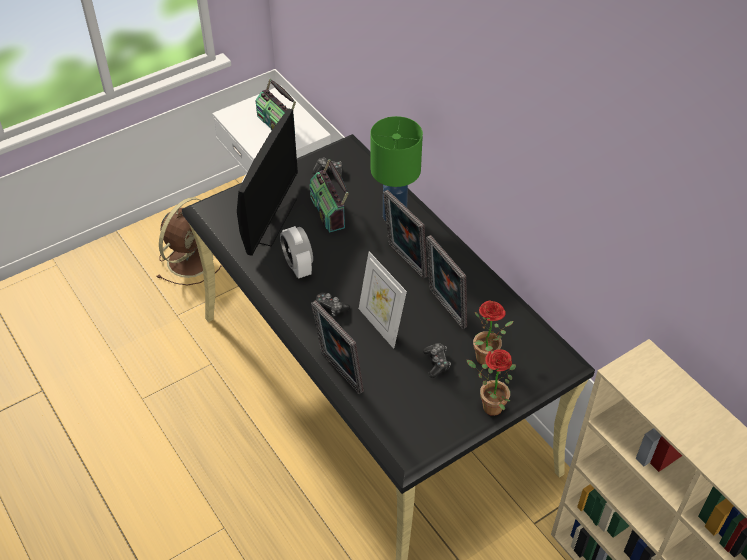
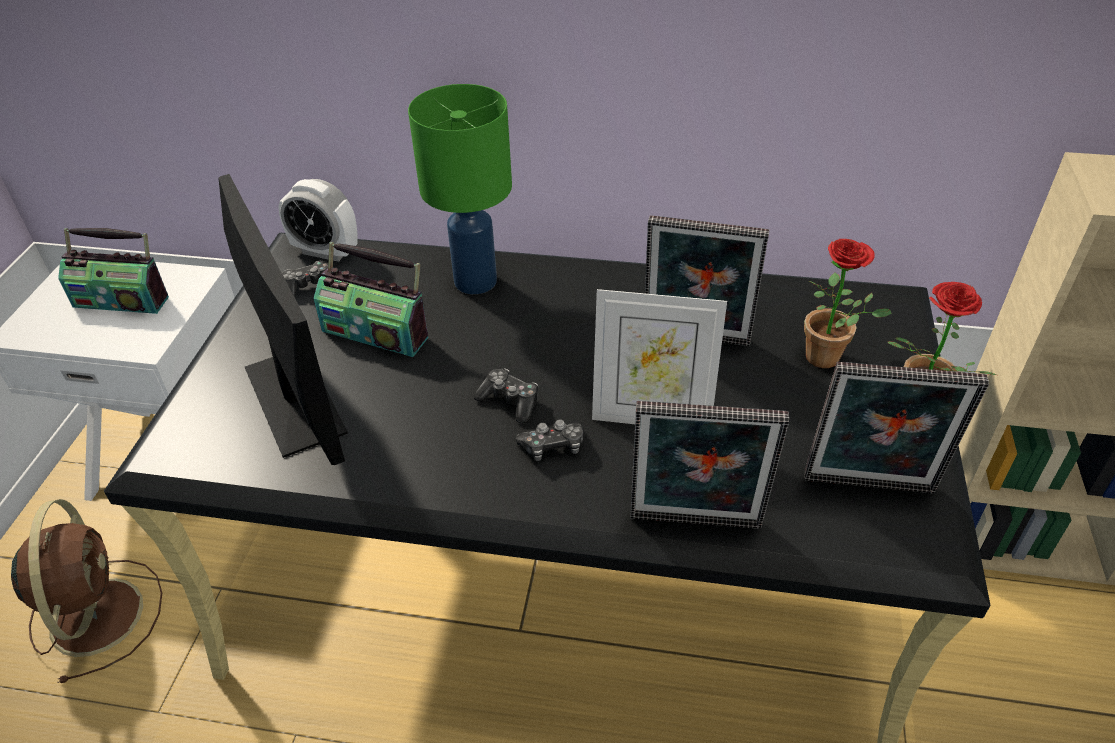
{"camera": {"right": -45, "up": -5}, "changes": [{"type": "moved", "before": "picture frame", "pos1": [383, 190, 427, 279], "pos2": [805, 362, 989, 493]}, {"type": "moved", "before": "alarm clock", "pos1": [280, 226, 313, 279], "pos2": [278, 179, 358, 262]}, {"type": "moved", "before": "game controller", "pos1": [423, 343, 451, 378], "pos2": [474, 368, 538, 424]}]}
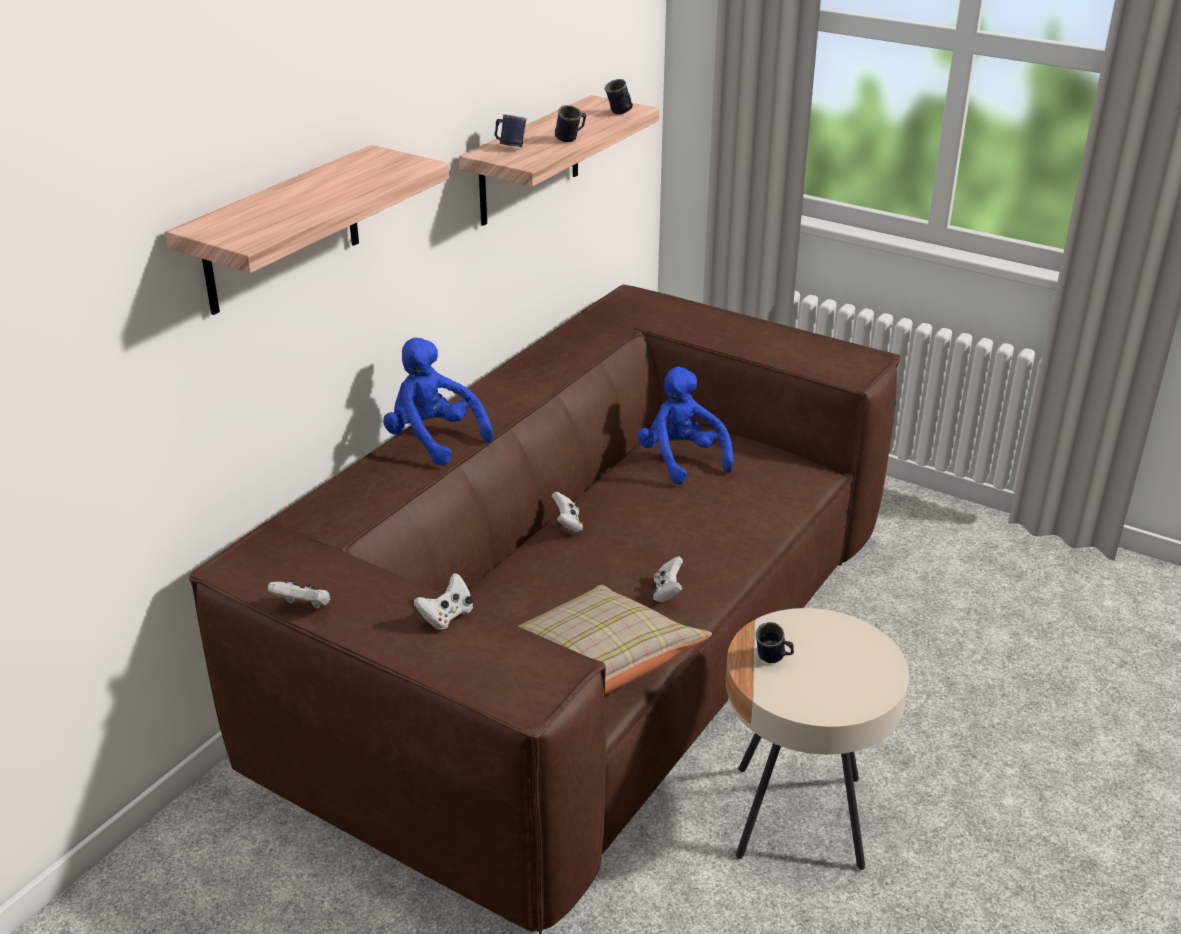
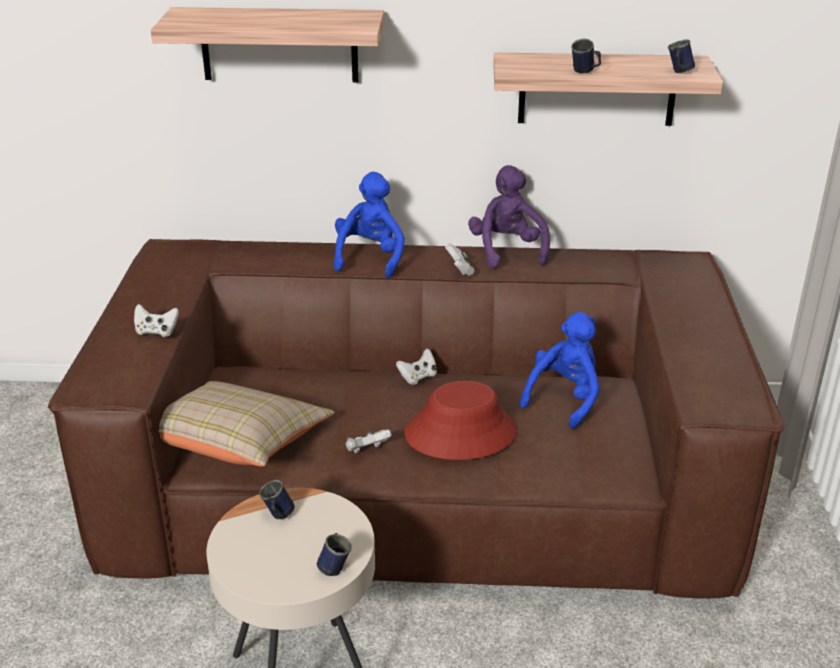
{"camera": {"right": 60, "up": 0}, "changes": [{"type": "moved", "before": "mug (blue)", "pos1": [495, 114, 527, 147], "pos2": [317, 533, 352, 576]}, {"type": "moved", "before": "game controller (white)", "pos1": [268, 579, 330, 609], "pos2": [445, 243, 475, 276]}, {"type": "added", "after": "plush toy (purple)", "pos2": [468, 165, 550, 268]}, {"type": "added", "after": "hat (red)", "pos2": [404, 381, 517, 460]}]}
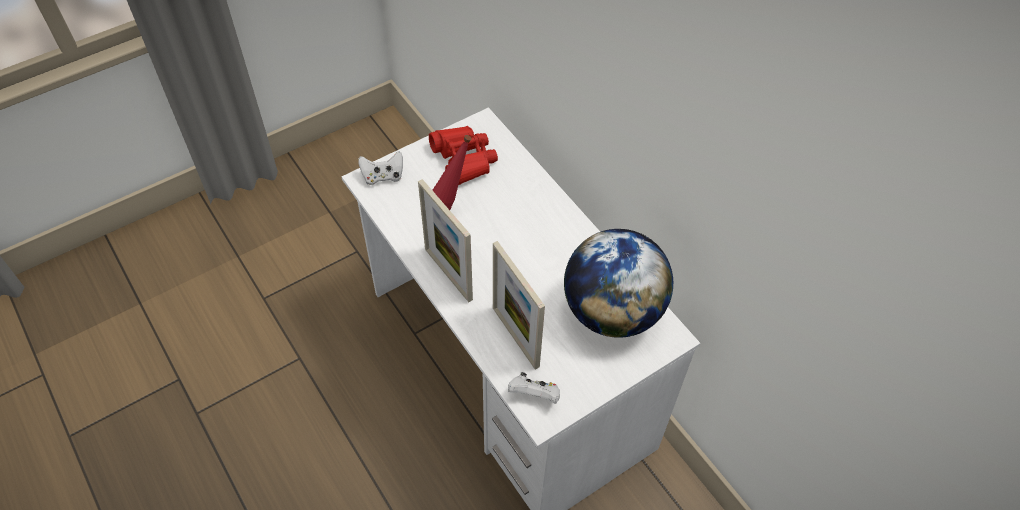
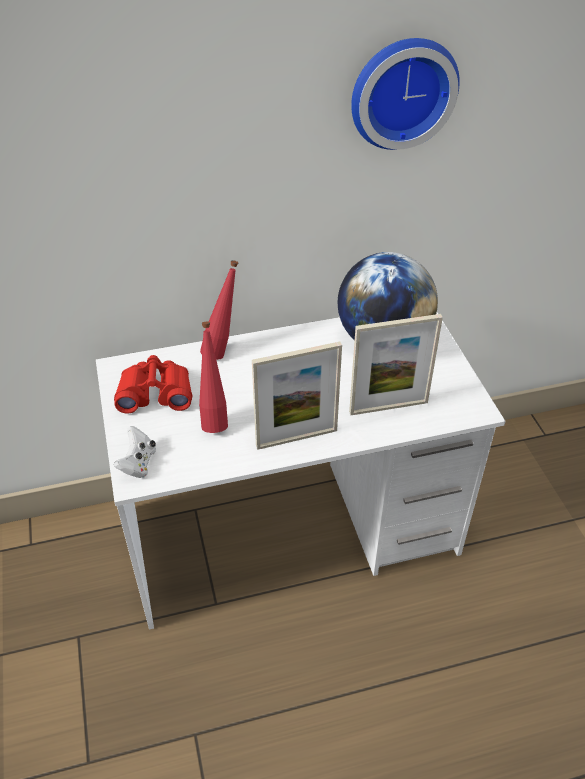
{"camera": {"right": -70, "up": -10}, "changes": [{"type": "removed", "before": "game controller (white)", "pos1": [508, 372, 560, 404]}, {"type": "added", "after": "wall clock", "pos2": [351, 38, 460, 150]}, {"type": "added", "after": "bottle (red)", "pos2": [200, 260, 238, 360]}]}
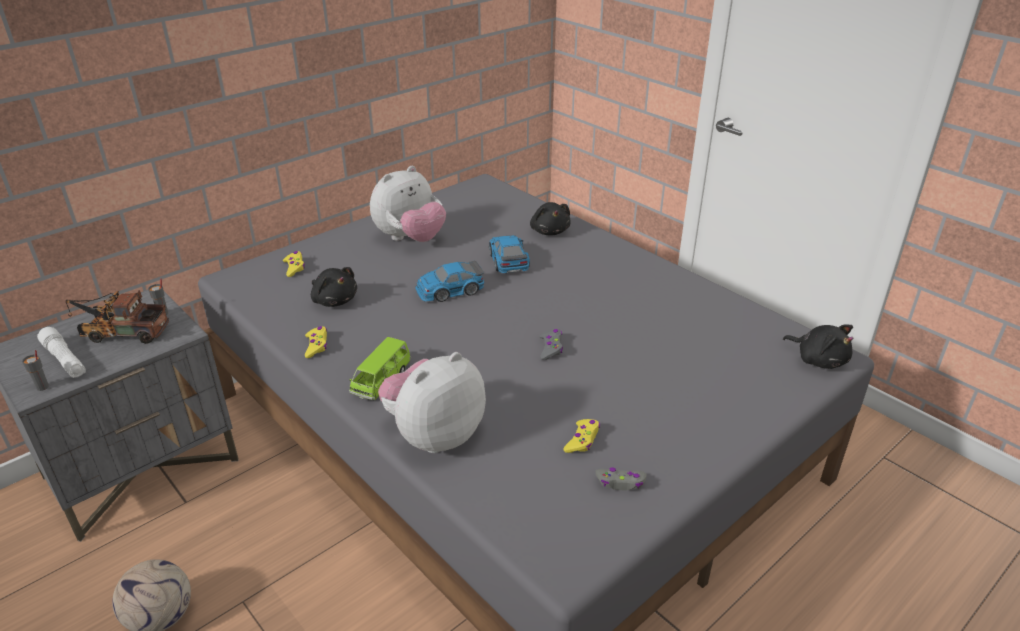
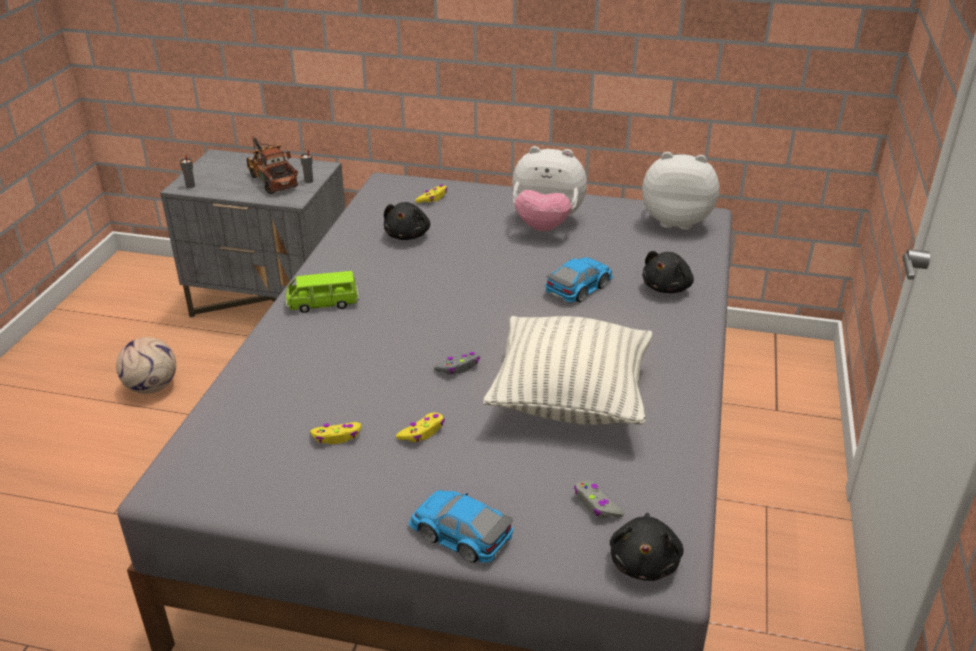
{"camera": {"right": 55, "up": 0}, "changes": [{"type": "moved", "before": "toy car", "pos1": [415, 261, 484, 302], "pos2": [409, 490, 513, 563]}, {"type": "moved", "before": "game controller (yellow)", "pos1": [305, 326, 327, 358], "pos2": [396, 412, 445, 442]}, {"type": "removed", "before": "flashlight (white)", "pos1": [37, 327, 86, 378]}, {"type": "moved", "before": "plush toy", "pos1": [378, 352, 486, 453], "pos2": [642, 152, 719, 230]}, {"type": "moved", "before": "game controller (grey)", "pos1": [595, 467, 647, 490], "pos2": [574, 480, 624, 518]}, {"type": "added", "after": "pillow", "pos2": [483, 316, 652, 425]}]}
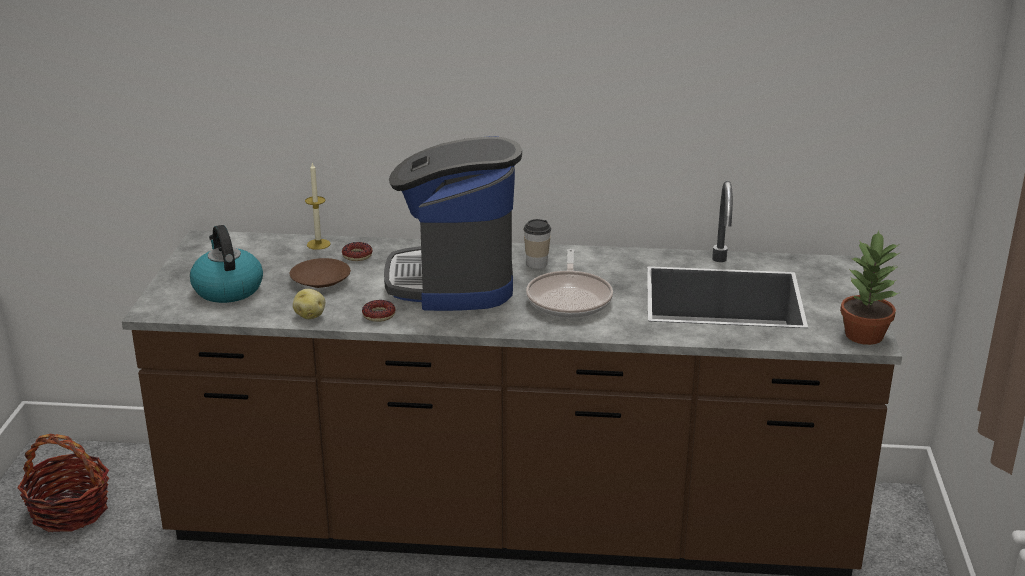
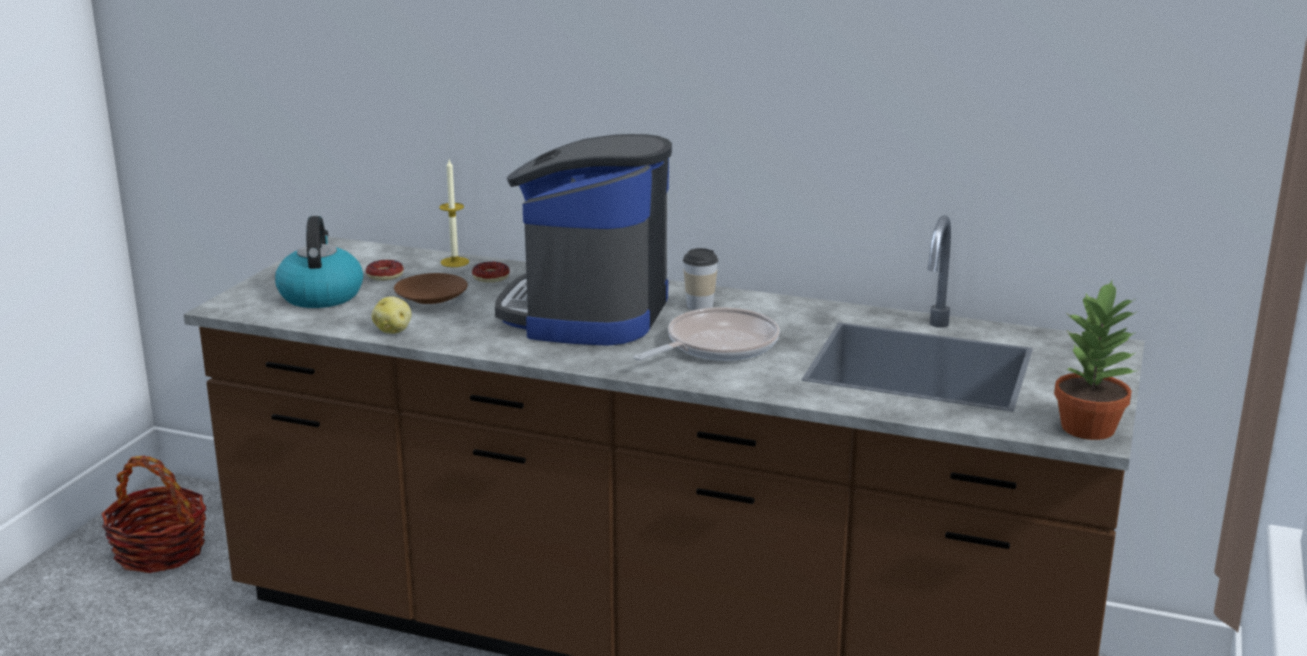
{"camera": {"right": 15, "up": -5}, "changes": [{"type": "turned", "before": "frying pan", "pos1": [526, 249, 613, 318], "pos2": [634, 307, 780, 361], "turn": -150}, {"type": "moved", "before": "donut", "pos1": [362, 300, 396, 322], "pos2": [366, 260, 404, 281]}]}
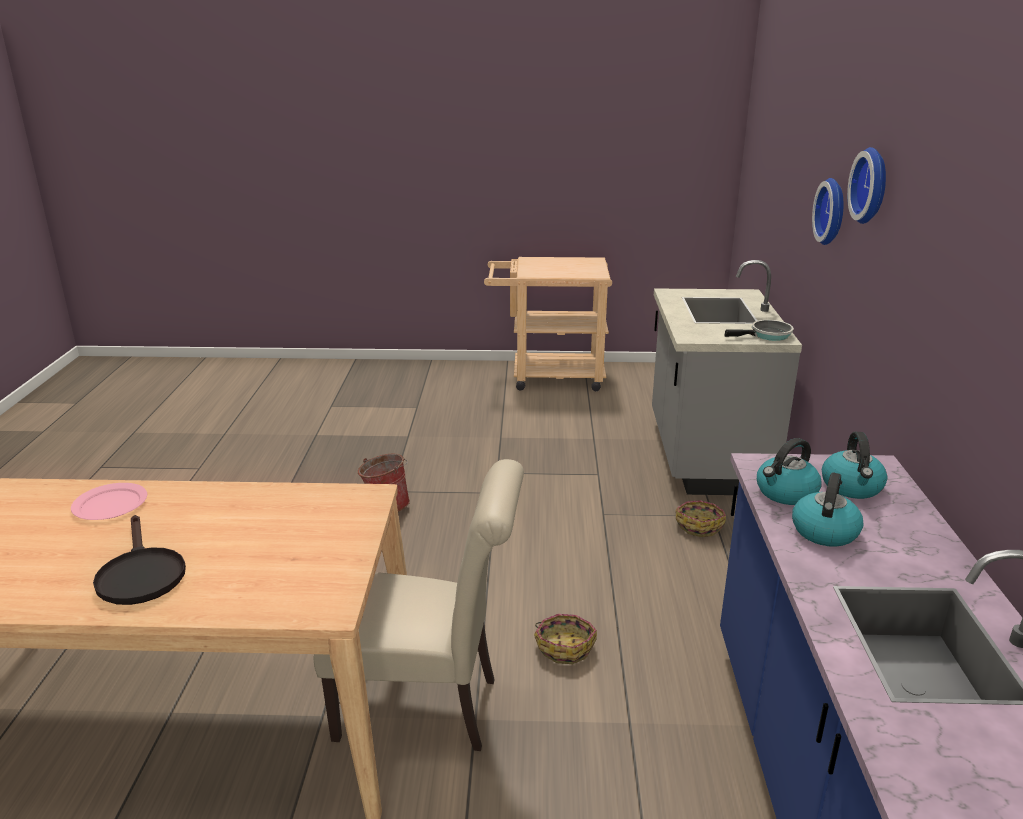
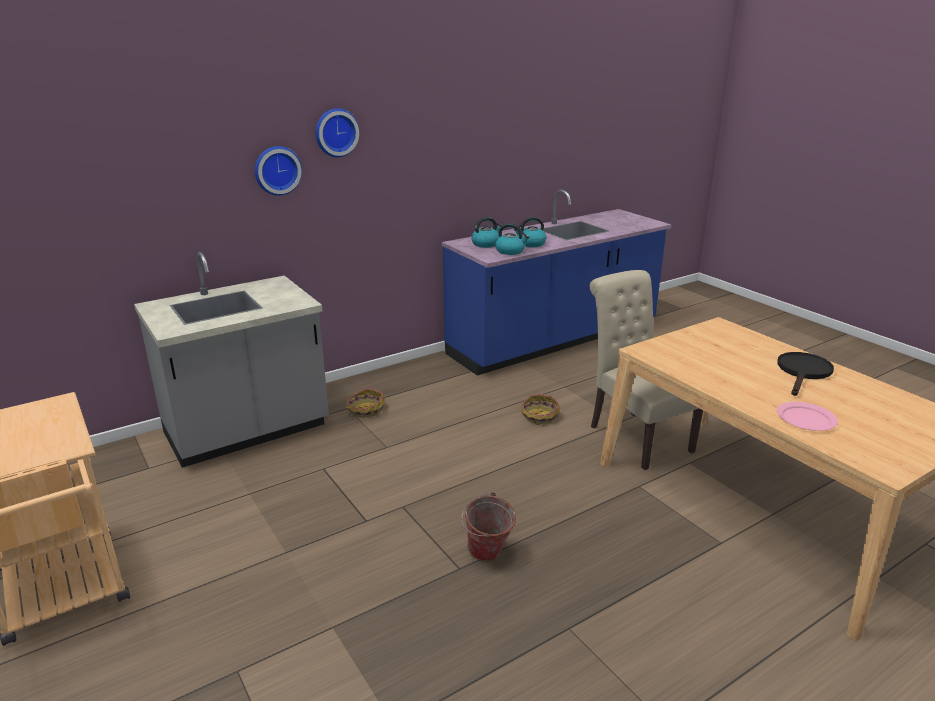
{"camera": {"right": -125, "up": 0}, "changes": [{"type": "removed", "before": "frying pan", "pos1": [724, 320, 794, 341]}]}
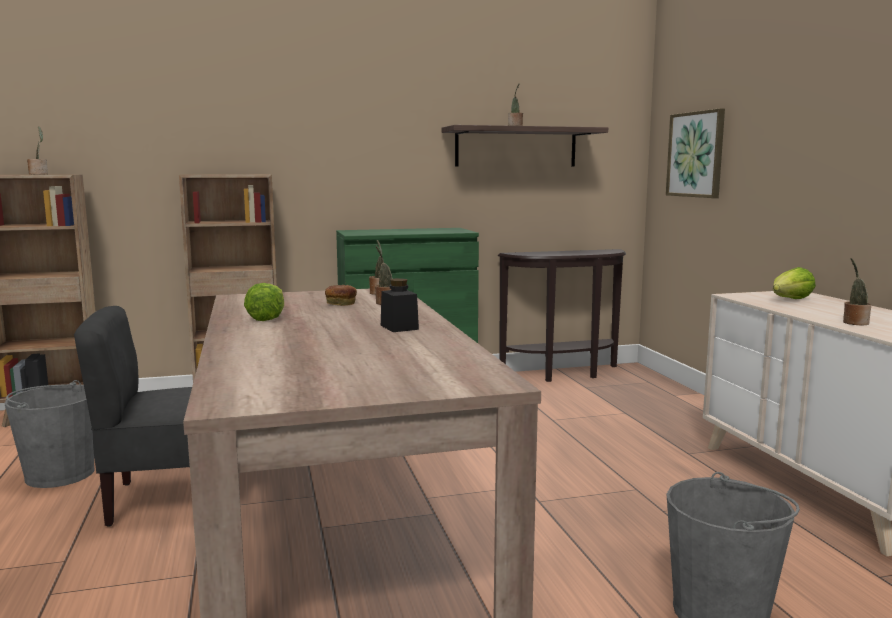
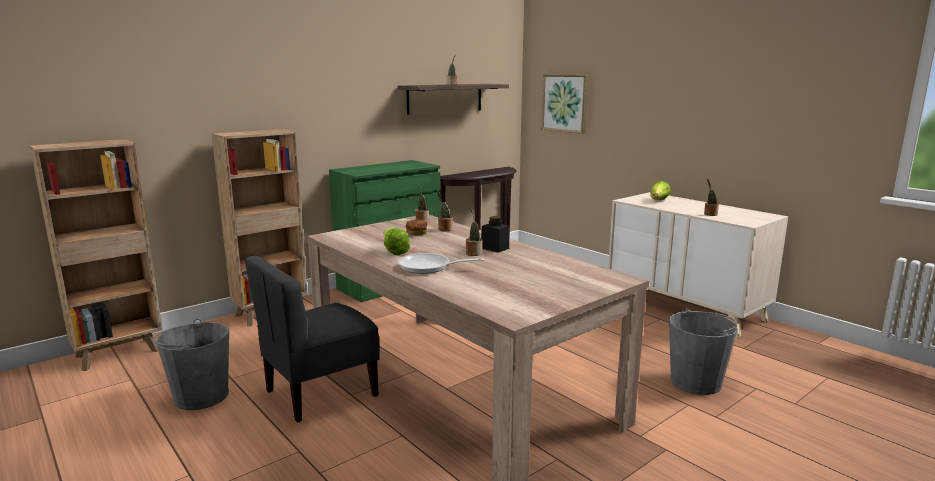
{"camera": {"right": -25, "up": 5}, "changes": [{"type": "moved", "before": "potted plant", "pos1": [27, 126, 48, 174], "pos2": [466, 207, 483, 256]}, {"type": "added", "after": "frying pan", "pos2": [398, 253, 485, 274]}]}
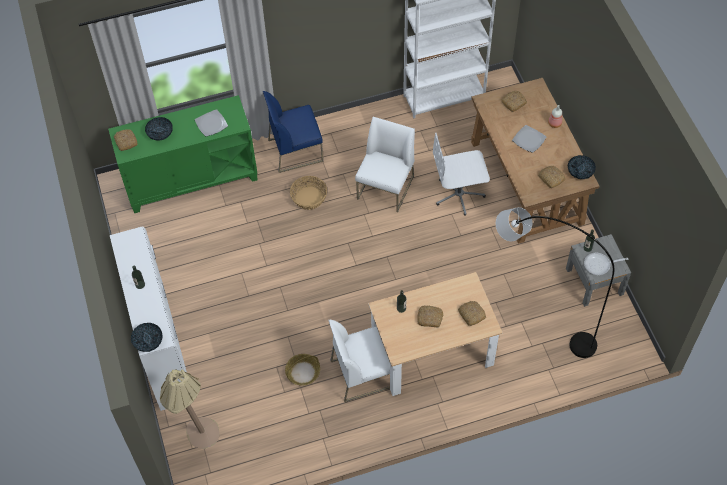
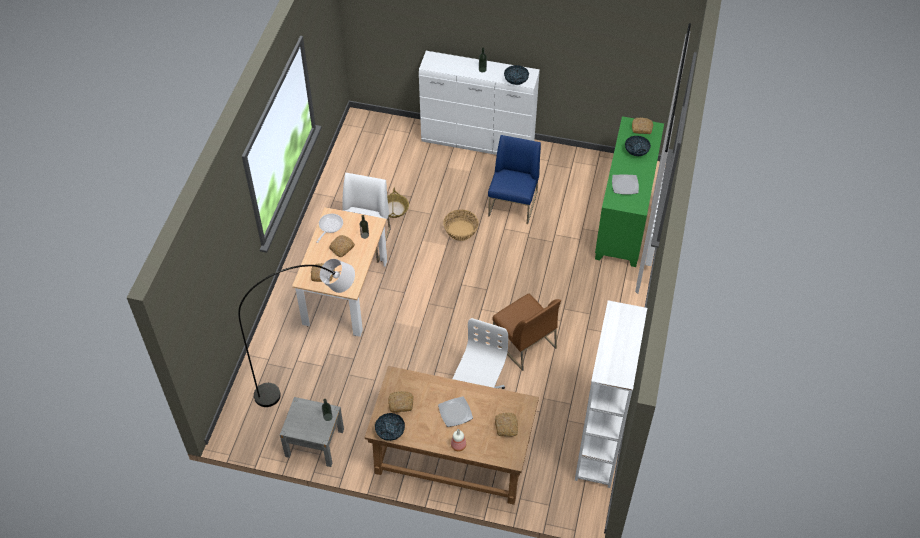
{"camera": {"right": 120, "up": -5}, "changes": [{"type": "moved", "before": "chair (blue)", "pos1": [263, 91, 323, 173], "pos2": [488, 135, 541, 224]}, {"type": "recoloured", "before": "chair (white)", "after": "chair (brown)", "pos1": [355, 117, 415, 212], "pos2": [492, 294, 561, 371]}, {"type": "moved", "before": "basket", "pos1": [290, 176, 327, 210], "pos2": [443, 209, 479, 241]}, {"type": "moved", "before": "frying pan", "pos1": [584, 253, 628, 275], "pos2": [316, 214, 343, 243]}, {"type": "moved", "before": "bowl", "pos1": [131, 323, 163, 352], "pos2": [504, 65, 529, 85]}, {"type": "removed", "before": "floor lamp (beige)", "pos1": [160, 370, 220, 449]}]}
